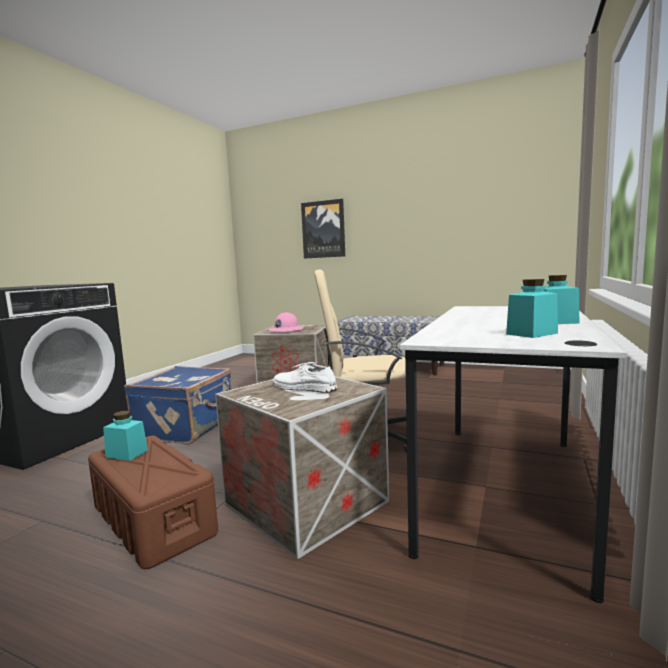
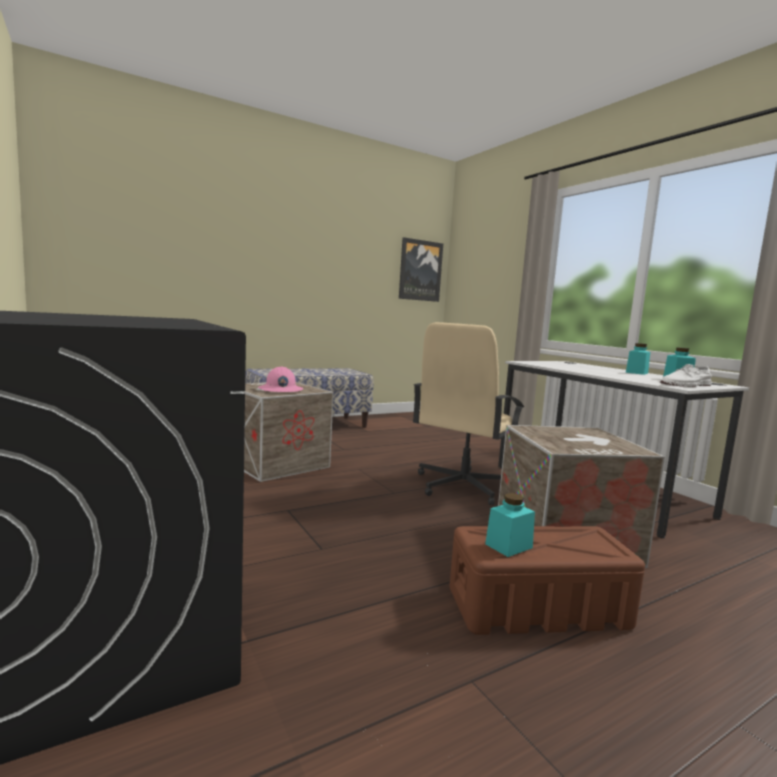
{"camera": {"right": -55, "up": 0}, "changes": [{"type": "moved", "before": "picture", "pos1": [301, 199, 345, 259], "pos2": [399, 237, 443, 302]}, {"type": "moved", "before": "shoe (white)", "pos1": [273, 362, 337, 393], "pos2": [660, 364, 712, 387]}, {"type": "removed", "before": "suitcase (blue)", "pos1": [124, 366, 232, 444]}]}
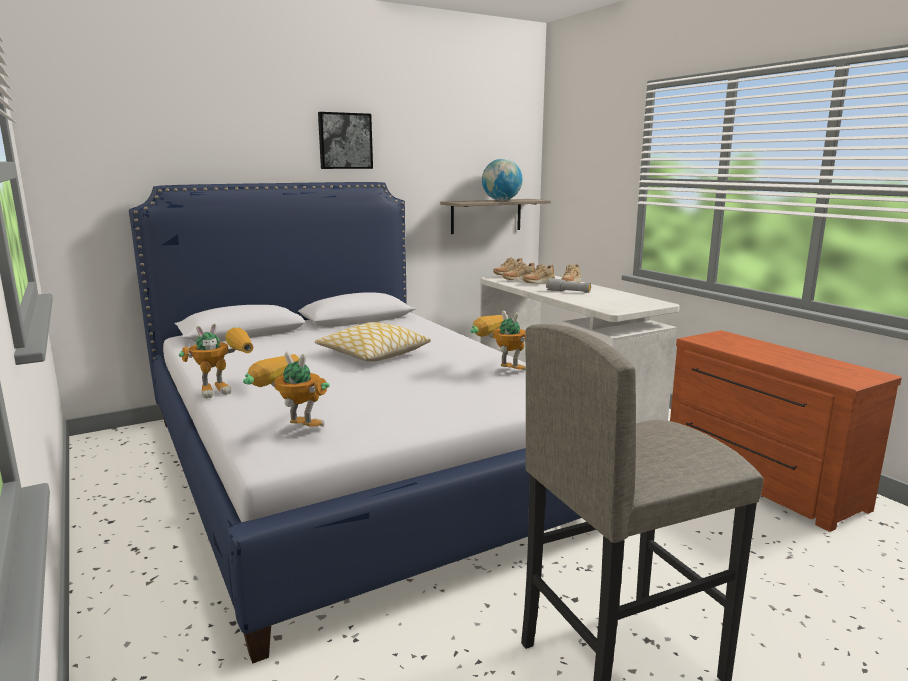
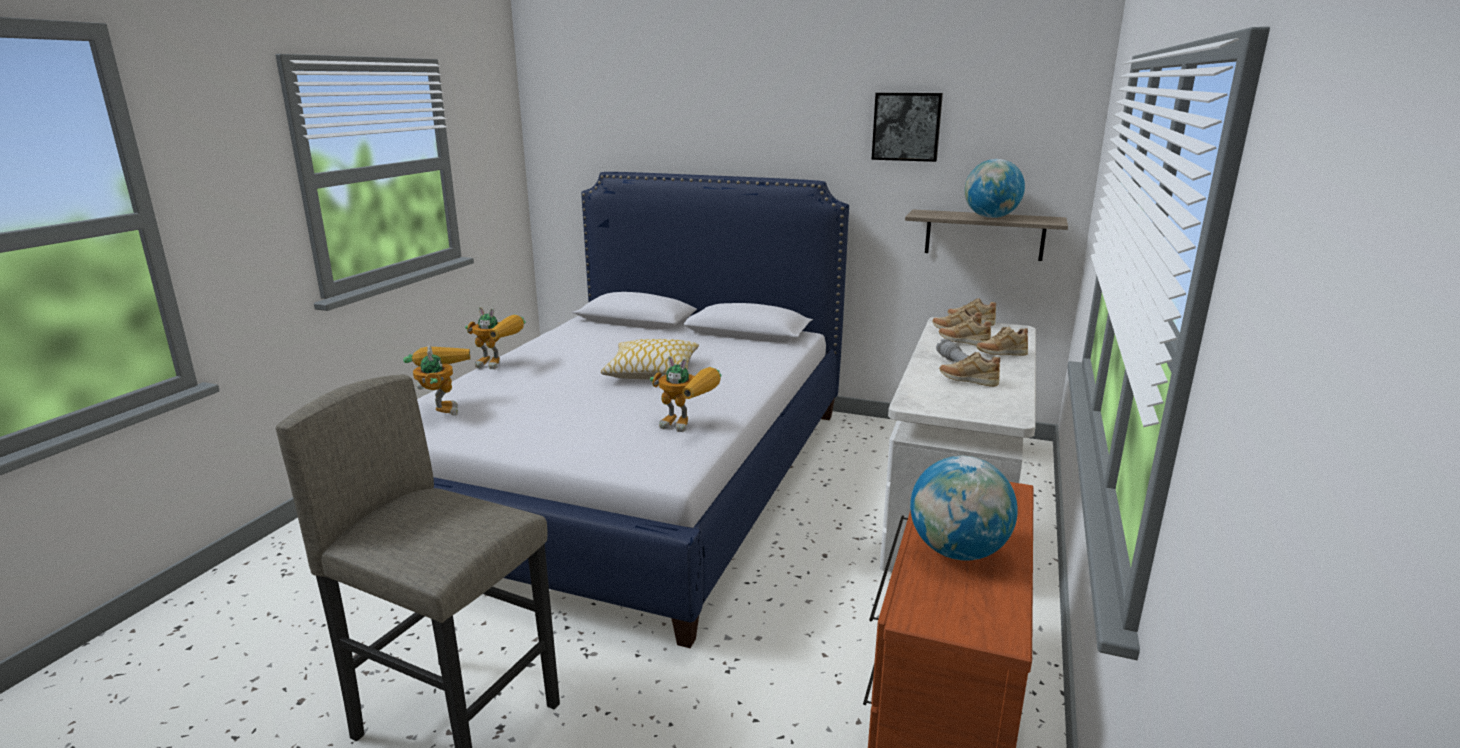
{"camera": {"right": 50, "up": 5}, "changes": [{"type": "moved", "before": "picture", "pos1": [318, 112, 373, 169], "pos2": [871, 93, 943, 162]}, {"type": "turned", "before": "toy robot", "pos1": [470, 310, 526, 371], "pos2": [650, 356, 721, 432], "turn": 120}, {"type": "added", "after": "shoe (beige)", "pos2": [939, 352, 1000, 387]}, {"type": "added", "after": "globe", "pos2": [910, 456, 1018, 561]}]}
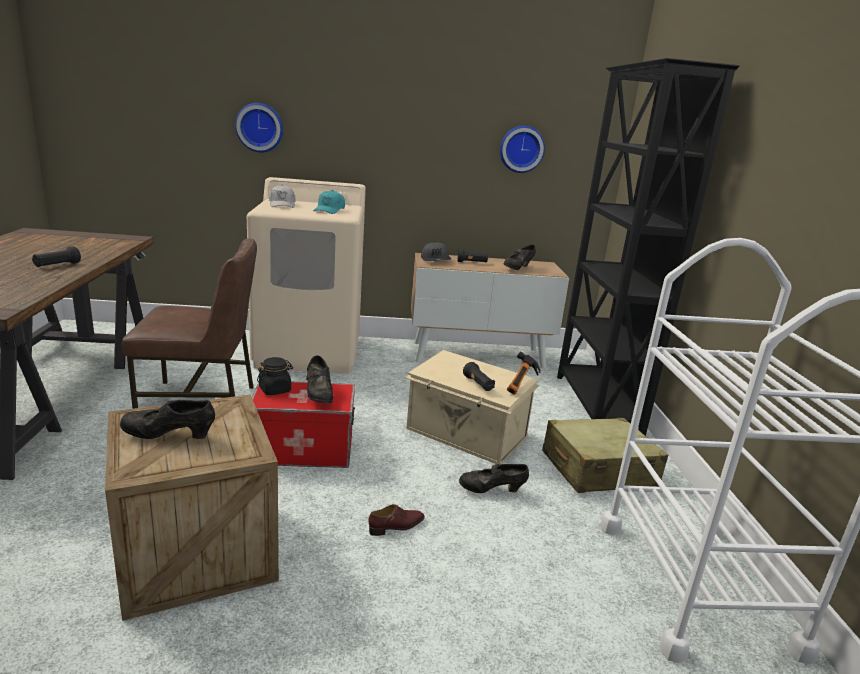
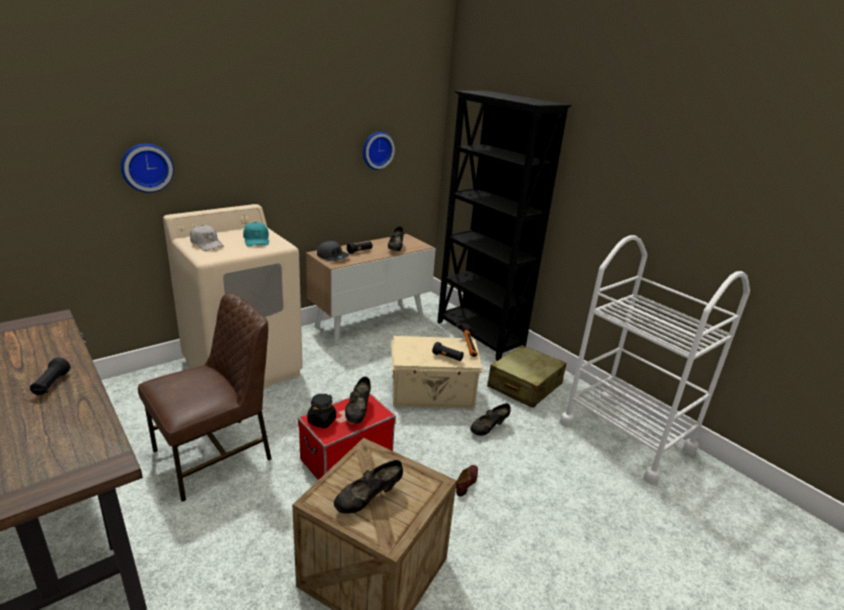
{"camera": {"right": -35, "up": 5}, "changes": [{"type": "turned", "before": "shoe (black)", "pos1": [306, 355, 333, 403], "pos2": [345, 377, 371, 423], "turn": 60}]}
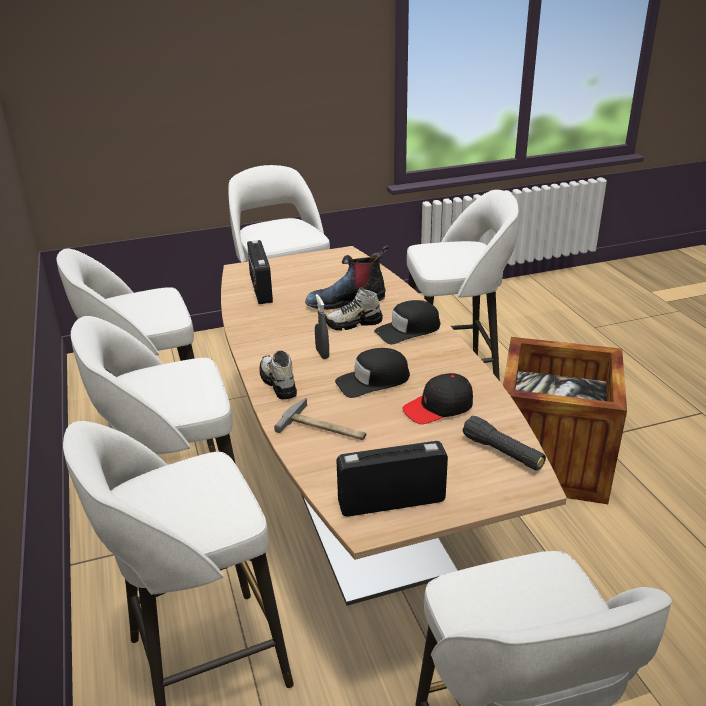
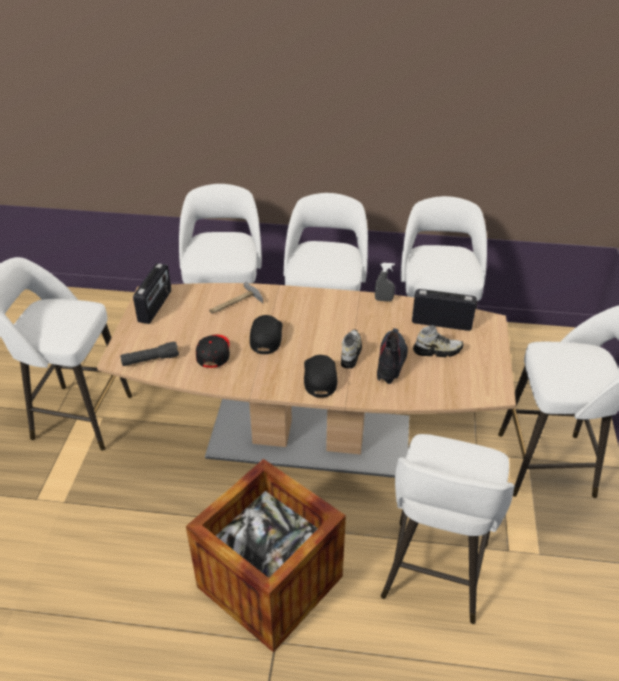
{"camera": {"right": 115, "up": 10}, "changes": [{"type": "moved", "before": "spray bottle (grey)", "pos1": [315, 294, 329, 359], "pos2": [375, 263, 395, 301]}, {"type": "moved", "before": "shoe", "pos1": [260, 350, 297, 400], "pos2": [413, 325, 463, 357]}]}
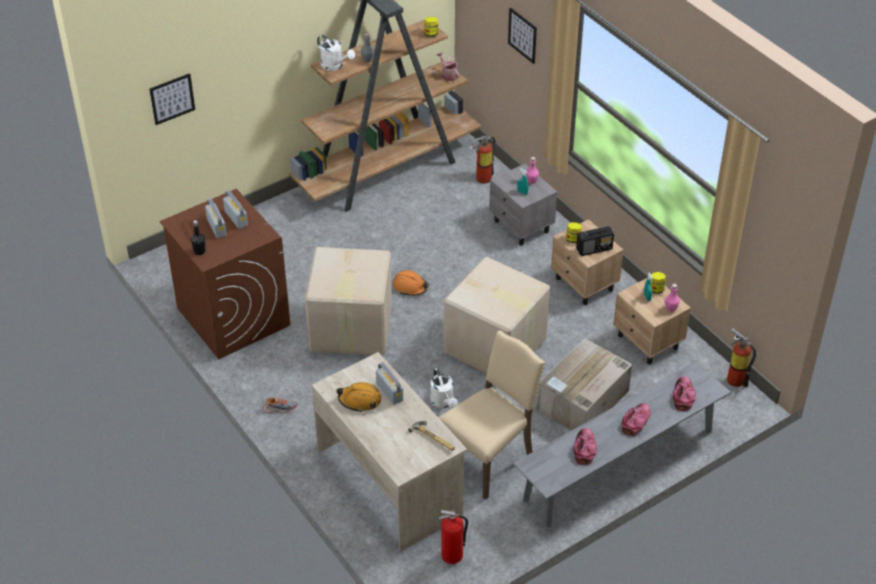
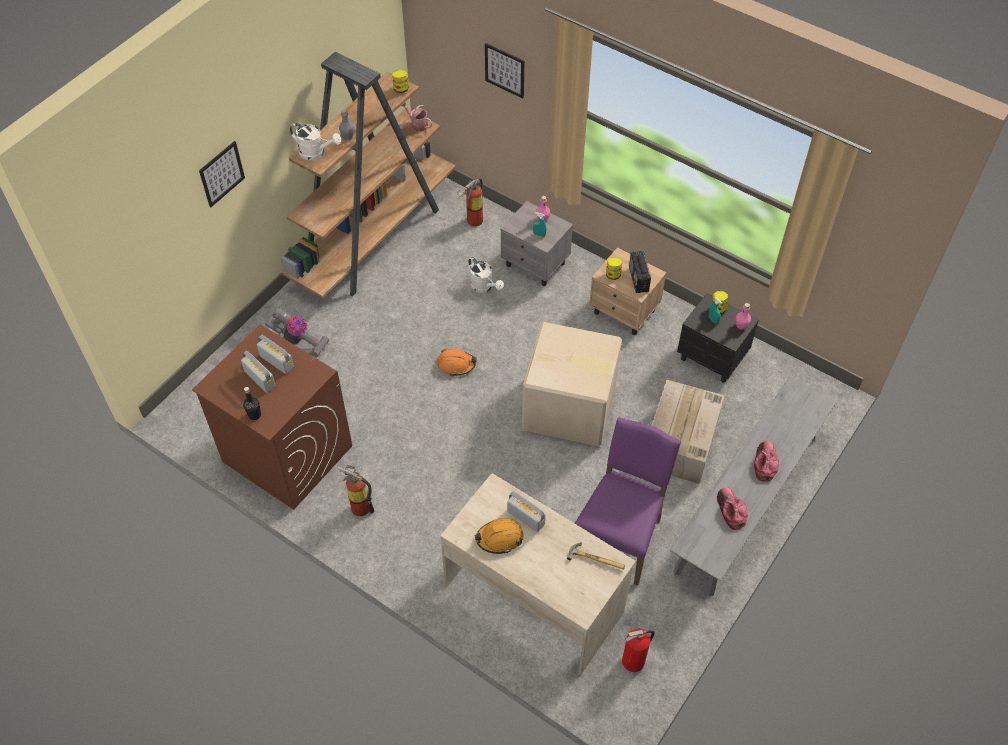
{"camera": {"right": -20, "up": 10}, "changes": [{"type": "moved", "before": "picture", "pos1": [149, 73, 195, 125], "pos2": [199, 141, 245, 207]}, {"type": "turned", "before": "radio", "pos1": [576, 226, 614, 256], "pos2": [629, 251, 651, 293], "turn": 120}, {"type": "removed", "before": "cardboard box", "pos1": [305, 247, 392, 355]}, {"type": "recoloured", "before": "nightstand (beige)", "after": "nightstand (black)", "pos1": [613, 278, 691, 364], "pos2": [677, 293, 759, 383]}, {"type": "moved", "before": "fire extinguisher", "pos1": [727, 328, 756, 387], "pos2": [338, 465, 374, 516]}, {"type": "recoloured", "before": "chair (beige)", "after": "chair (purple)", "pos1": [438, 330, 545, 500], "pos2": [575, 417, 681, 586]}, {"type": "moved", "before": "watering can (white)", "pos1": [431, 368, 458, 408], "pos2": [468, 257, 504, 293]}, {"type": "removed", "before": "cap", "pos1": [673, 376, 696, 411]}, {"type": "removed", "before": "shoe", "pos1": [263, 398, 297, 413]}, {"type": "added", "after": "vacuum cleaner", "pos2": [265, 307, 330, 357]}]}
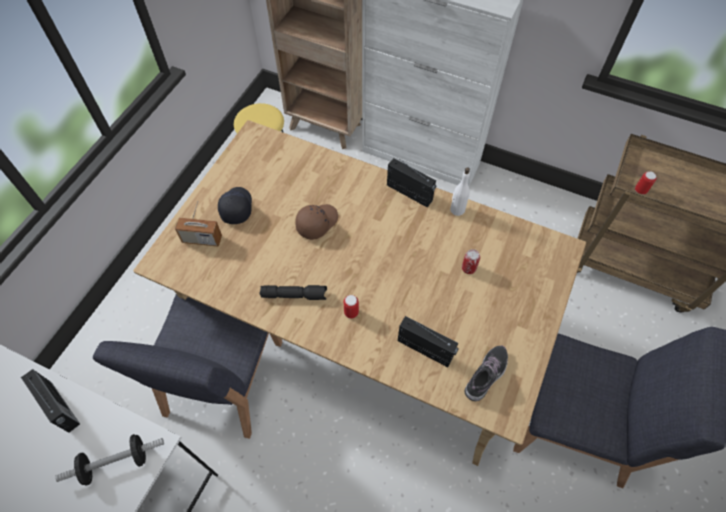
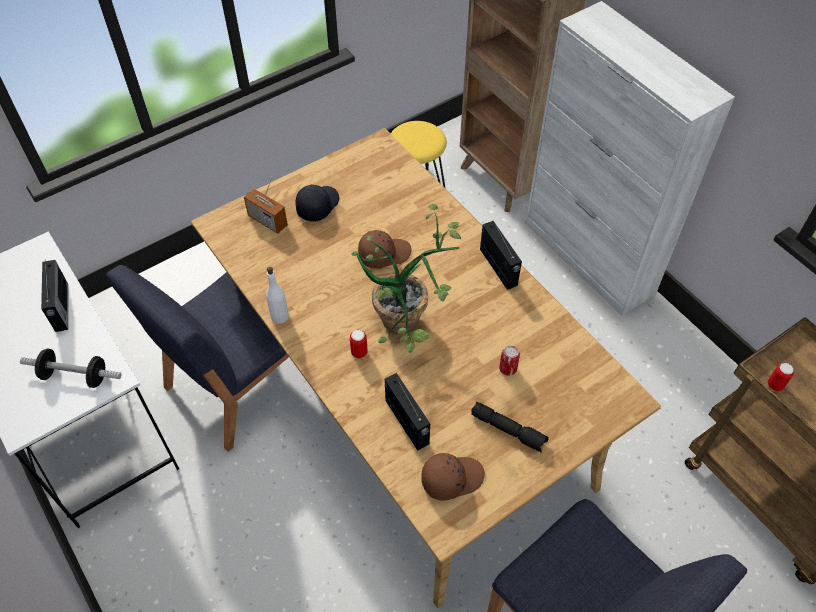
{"camera": {"right": 30, "up": -5}, "changes": [{"type": "moved", "before": "bottle (white)", "pos1": [450, 167, 470, 216], "pos2": [266, 267, 289, 323]}, {"type": "moved", "before": "flashlight (black)", "pos1": [260, 285, 327, 300], "pos2": [471, 402, 549, 452]}, {"type": "replaced", "before": "shoe", "after": "cap (brown)", "pos1": [465, 345, 508, 401], "pos2": [421, 453, 485, 501]}, {"type": "added", "after": "potted plant", "pos2": [351, 204, 461, 353]}]}
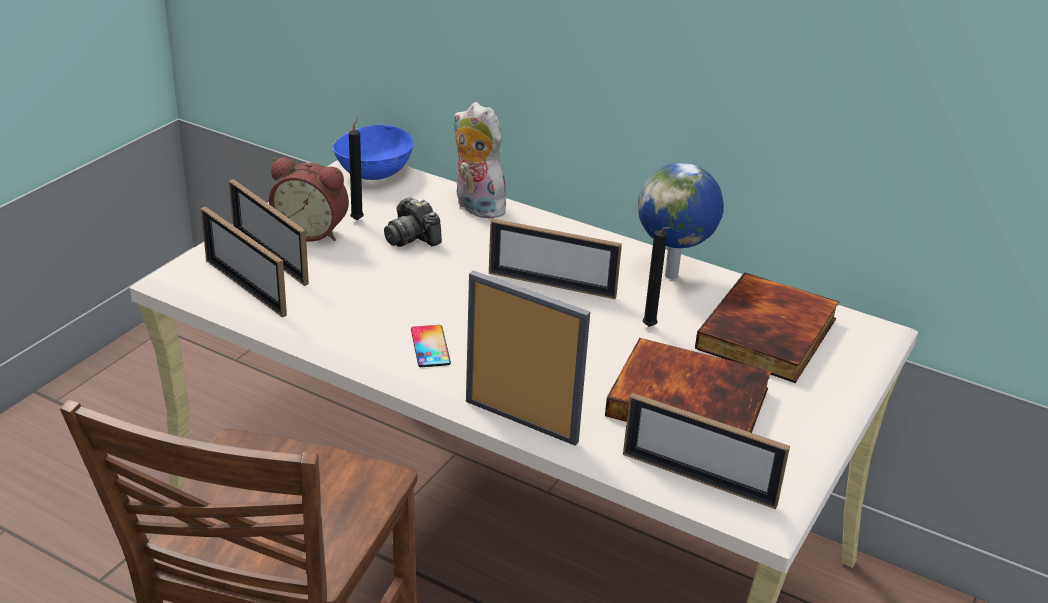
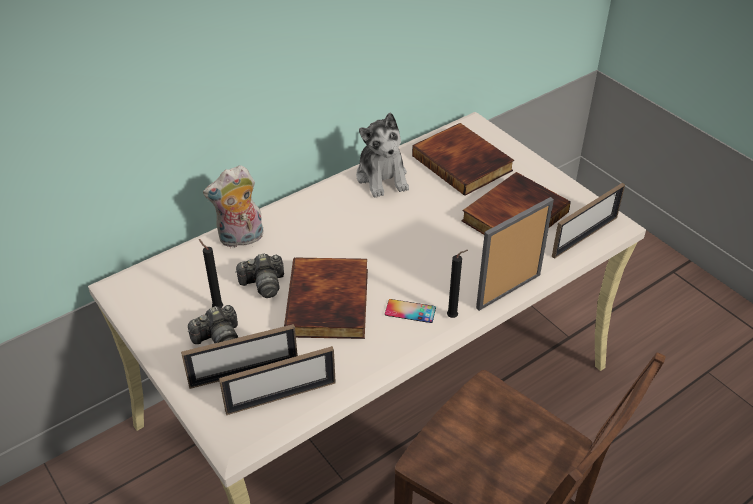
{"camera": {"right": -65, "up": 10}, "changes": [{"type": "removed", "before": "bowl (blue)", "pos1": [333, 125, 414, 180]}, {"type": "replaced", "before": "alarm clock", "after": "photo camera", "pos1": [269, 157, 349, 242], "pos2": [188, 305, 238, 344]}, {"type": "replaced", "before": "globe", "after": "plush toy", "pos1": [638, 163, 724, 279], "pos2": [356, 112, 409, 198]}, {"type": "removed", "before": "picture frame", "pos1": [489, 218, 622, 299]}, {"type": "moved", "before": "candle (black)", "pos1": [643, 227, 670, 327], "pos2": [447, 250, 468, 318]}, {"type": "added", "after": "book", "pos2": [284, 258, 368, 339]}]}
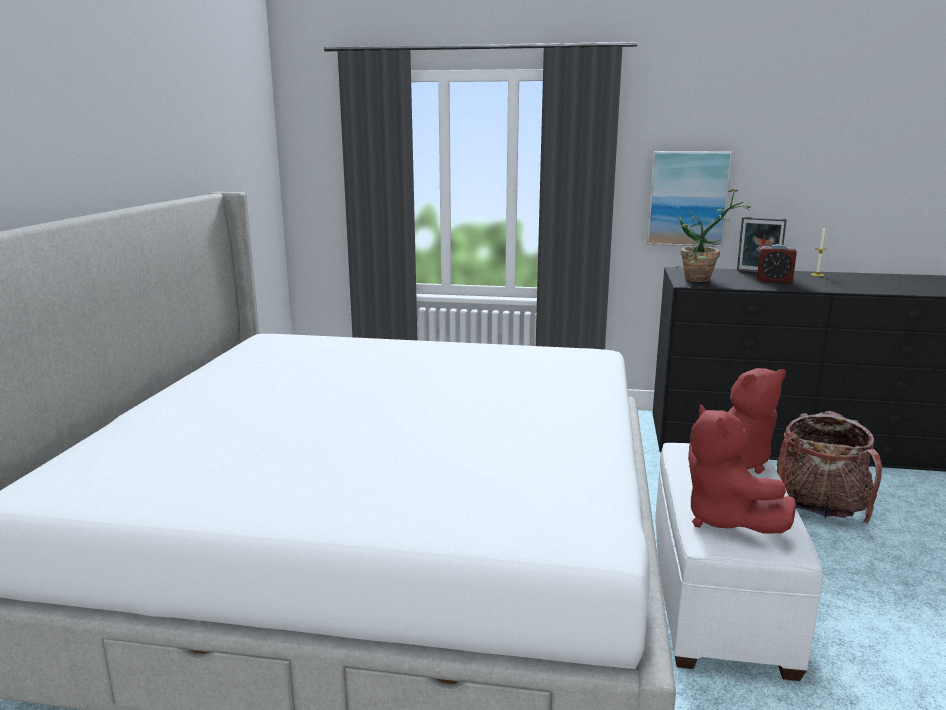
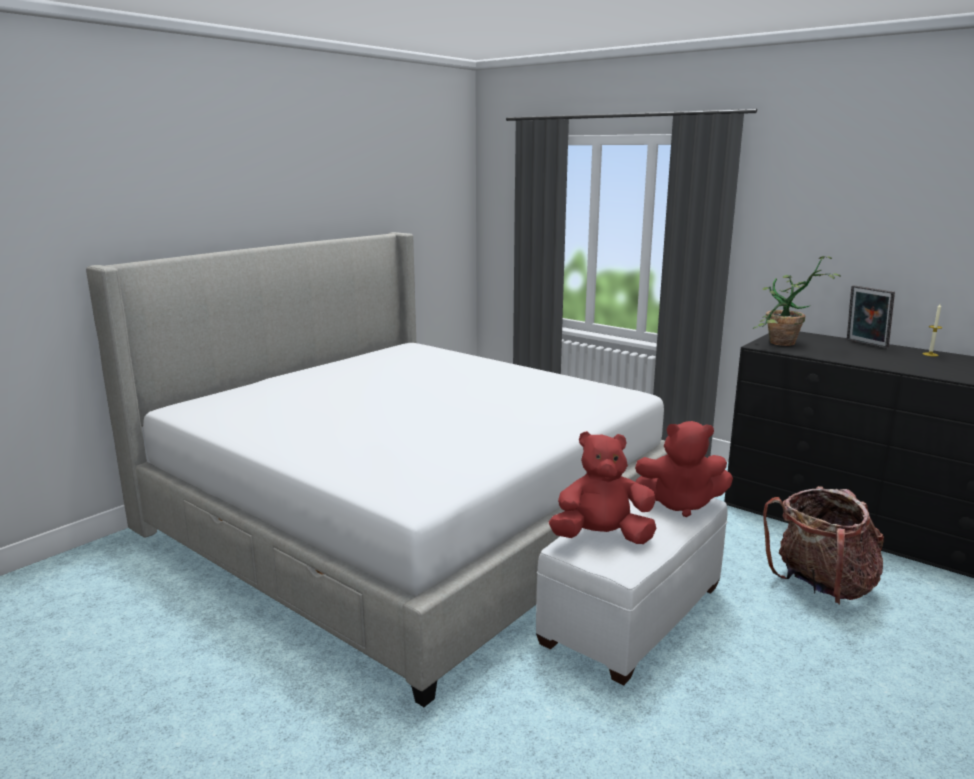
{"camera": {"right": 30, "up": 0}, "changes": [{"type": "removed", "before": "picture", "pos1": [647, 151, 732, 247]}, {"type": "removed", "before": "alarm clock", "pos1": [757, 244, 797, 283]}, {"type": "turned", "before": "plush toy (red)", "pos1": [688, 404, 797, 533], "pos2": [549, 431, 656, 544], "turn": 75}]}
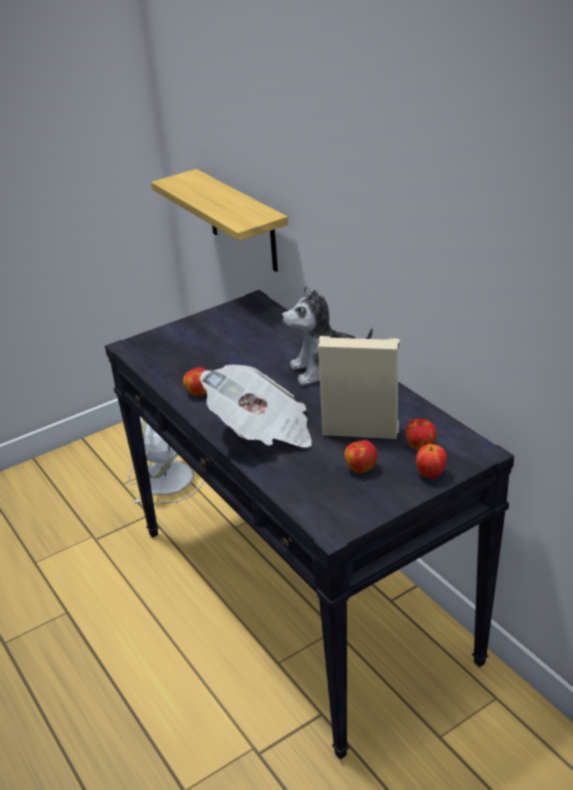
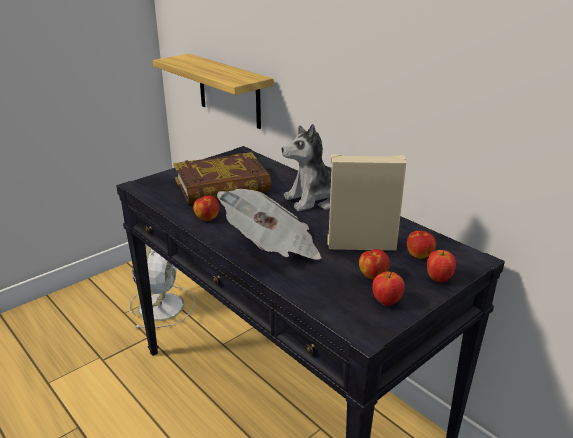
{"camera": {"right": -10, "up": -5}, "changes": [{"type": "added", "after": "book", "pos2": [174, 152, 272, 204]}, {"type": "added", "after": "apple", "pos2": [372, 271, 405, 306]}]}
